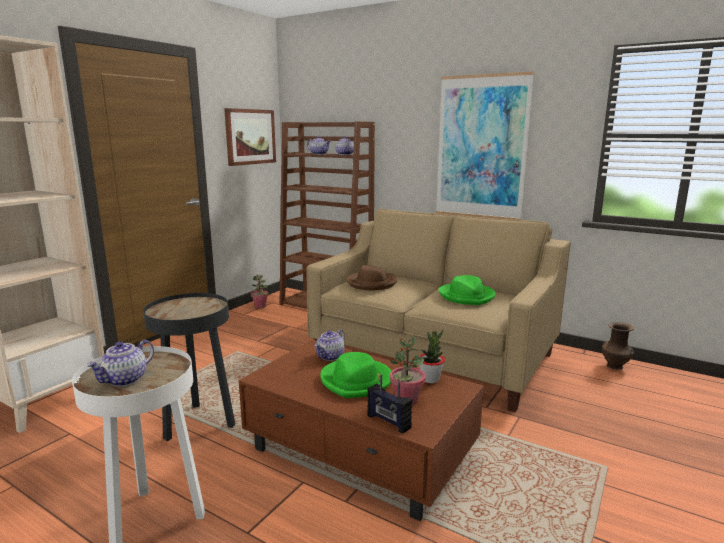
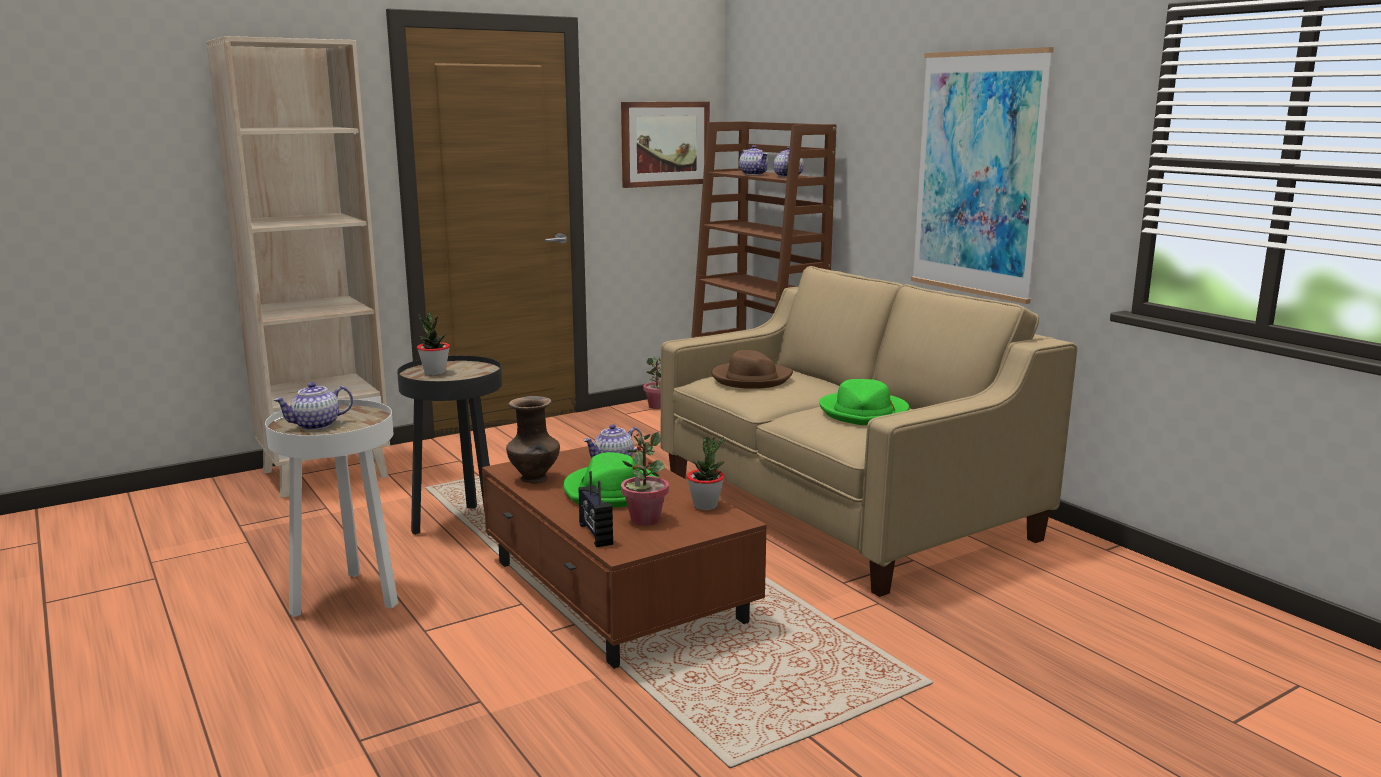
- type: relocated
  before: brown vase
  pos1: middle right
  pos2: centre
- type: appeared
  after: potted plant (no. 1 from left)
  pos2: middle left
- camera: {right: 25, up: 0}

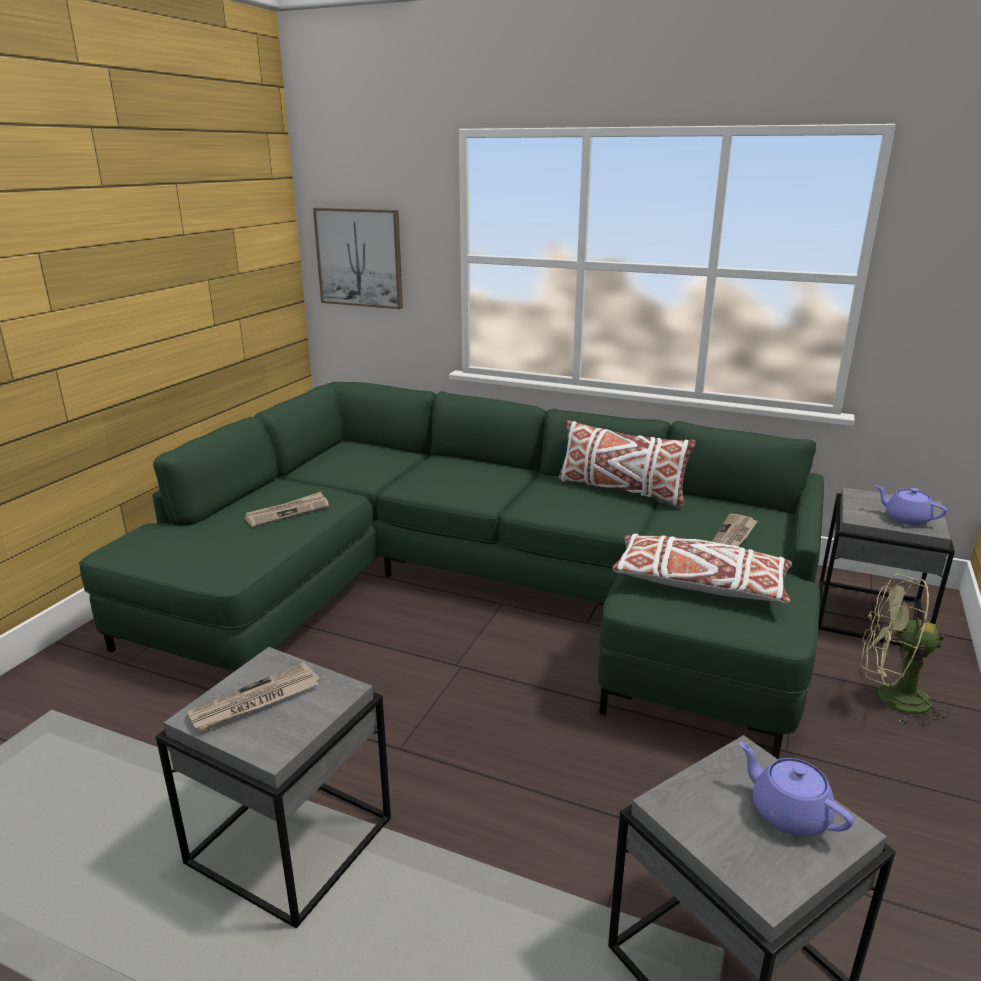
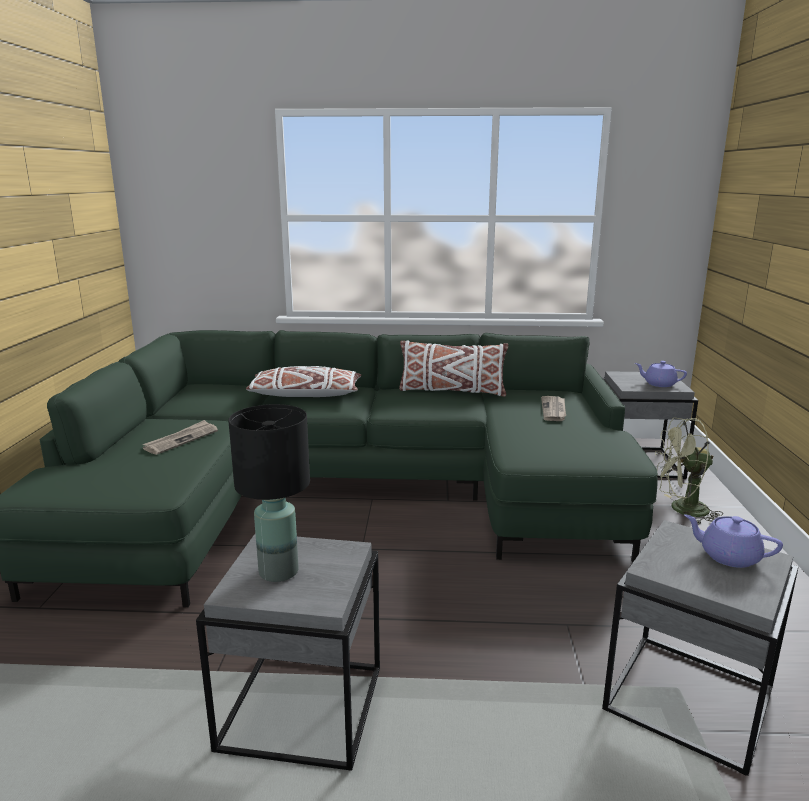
- type: missing
  before: picture
  pos1: top centre
- type: relocated
  before: white pillow (no. 2 from left in the first image)
  after: white pillow (no. 1 from left)
  pos1: middle right
  pos2: centre
- type: exchanged
  before: newspaper (no. 1 from left)
  after: black table lamp
  pos1: bottom left
  pos2: middle left
- camera: {right: -20, up: -5}

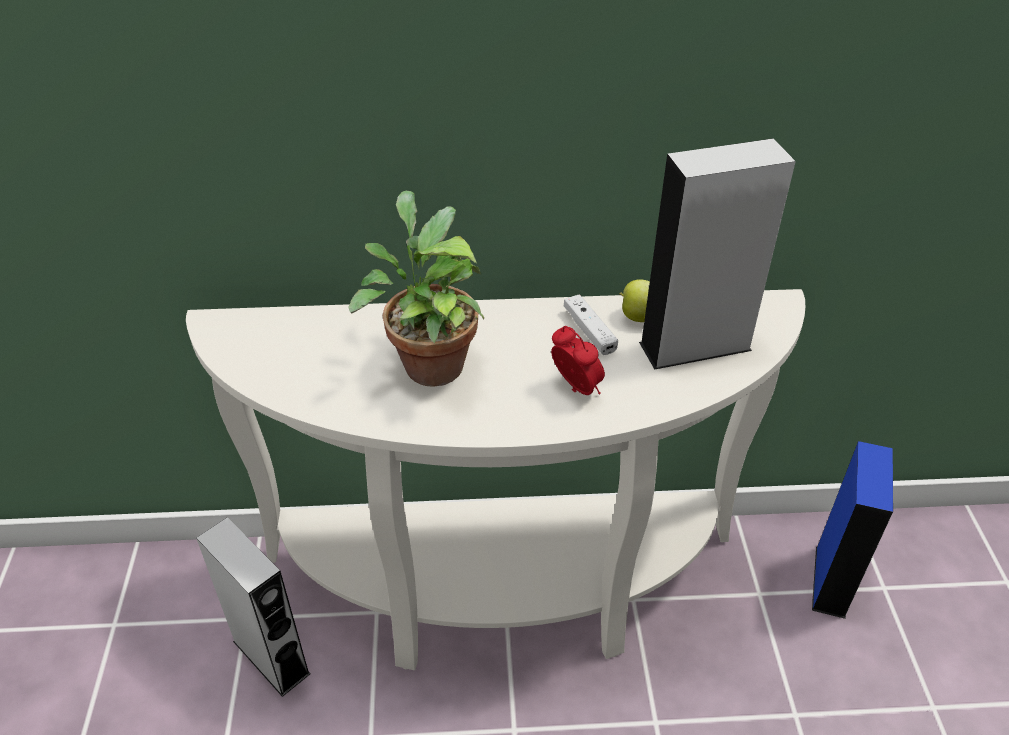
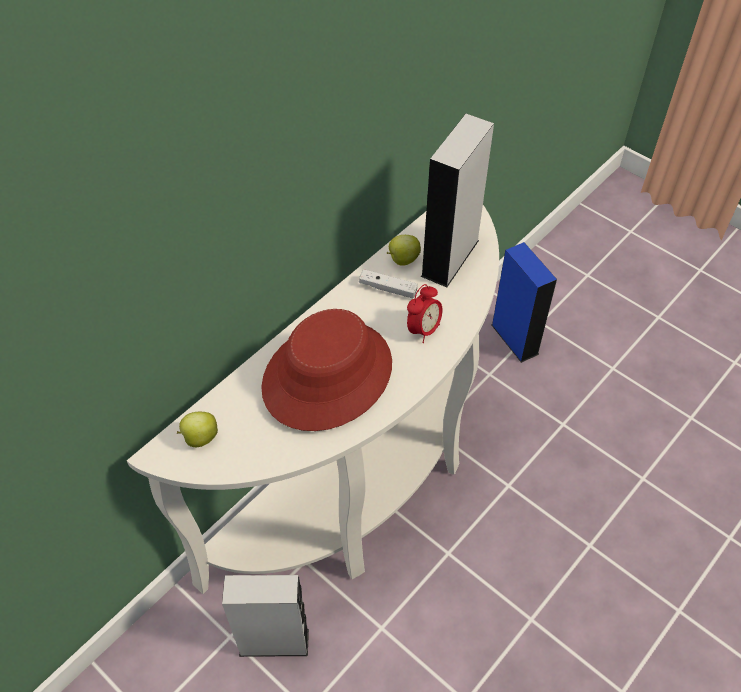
- type: exchanged
  before: potted plant
  after: red hat
  pos1: centre
  pos2: centre
- type: spun
  before: alarm clock
  pos1: centre
  pos2: centre
  turn: 120
- type: appeared
  after: apple (no. 1 from left)
  pos2: middle left
- camera: {right: -45, up: 10}

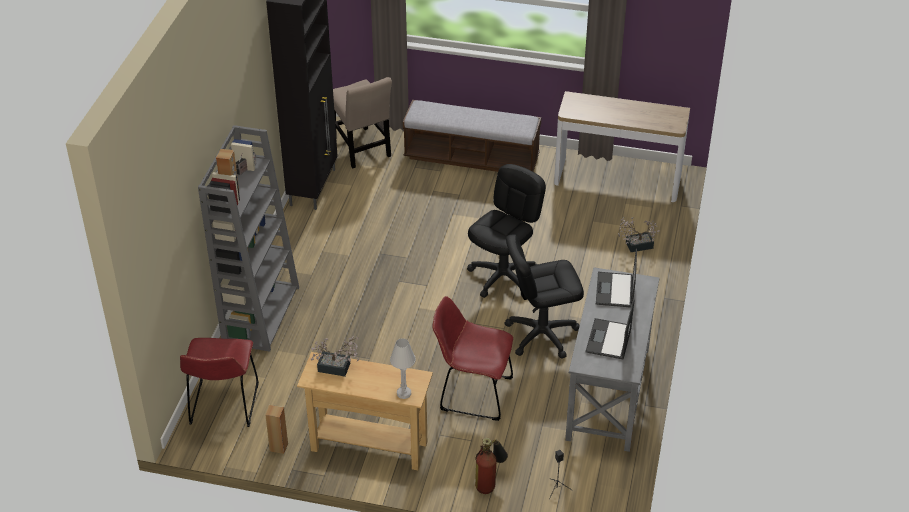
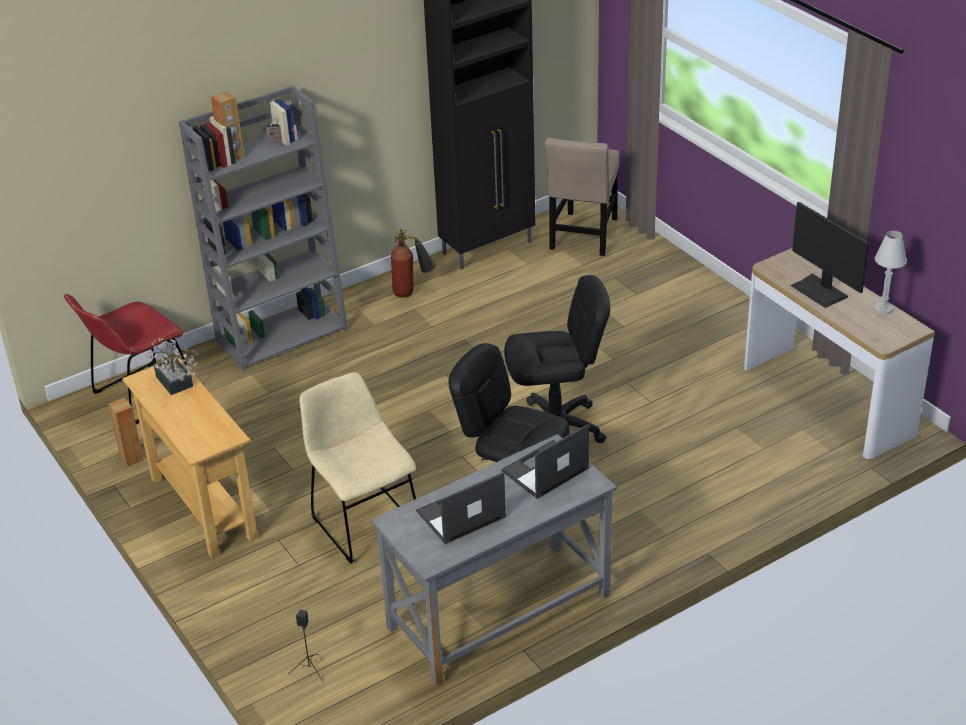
- type: missing
  before: bench
  pos1: top centre
- type: missing
  before: potted plant (no. 2 from left)
  pos1: middle right
- type: colour
  before: red chair (no. 2 from left)
  after: beige chair (no. 1 from left)
  pos1: bottom centre
  pos2: centre
- type: relocated
  before: white table lamp
  pos1: bottom centre
  pos2: middle right
- type: relocated
  before: fire extinguisher
  pos1: bottom centre
  pos2: centre
- type: appeared
  after: monitor
  pos2: middle right
- camera: {right: 45, up: -5}

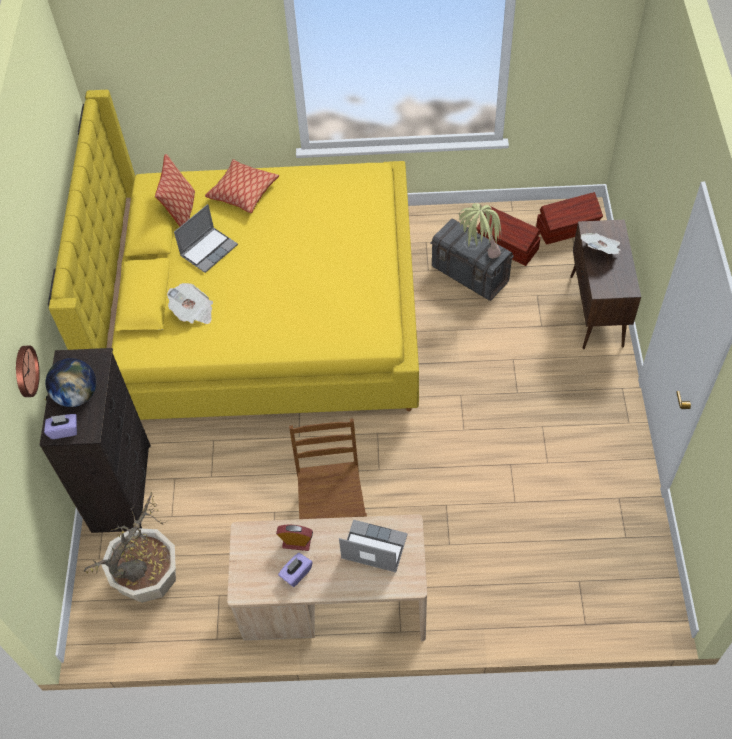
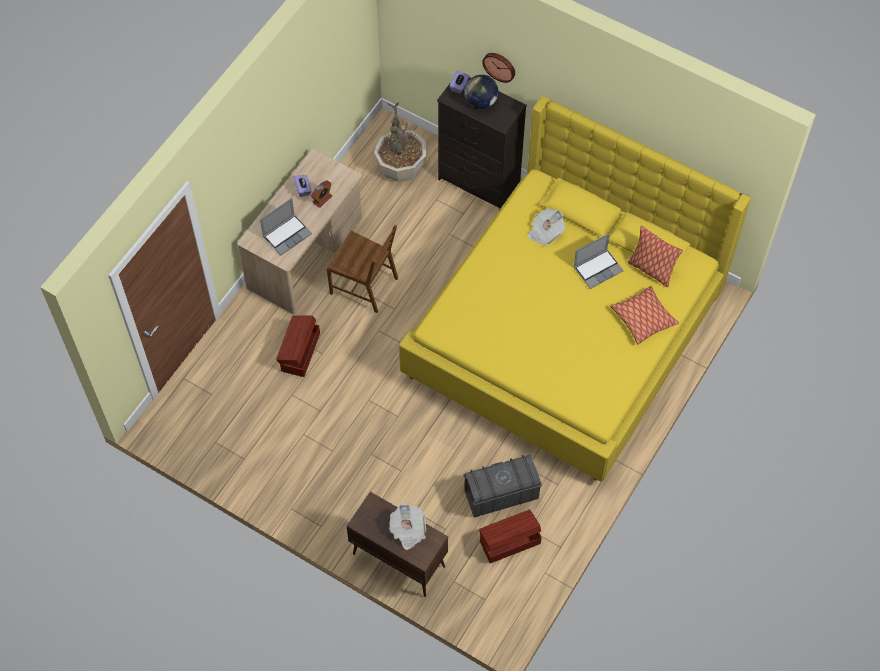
- type: relocated
  before: brown storage box (no. 2 from left in the first image)
  after: brown storage box (no. 1 from left)
  pos1: top right
  pos2: centre
- type: missing
  before: potted plant (no. 2 from left)
  pos1: top centre
- type: spun
  before: laptop (no. 1 from left in the first image)
  pos1: top left
  pos2: middle right
  turn: -105
- camera: {right: 120, up: 5}

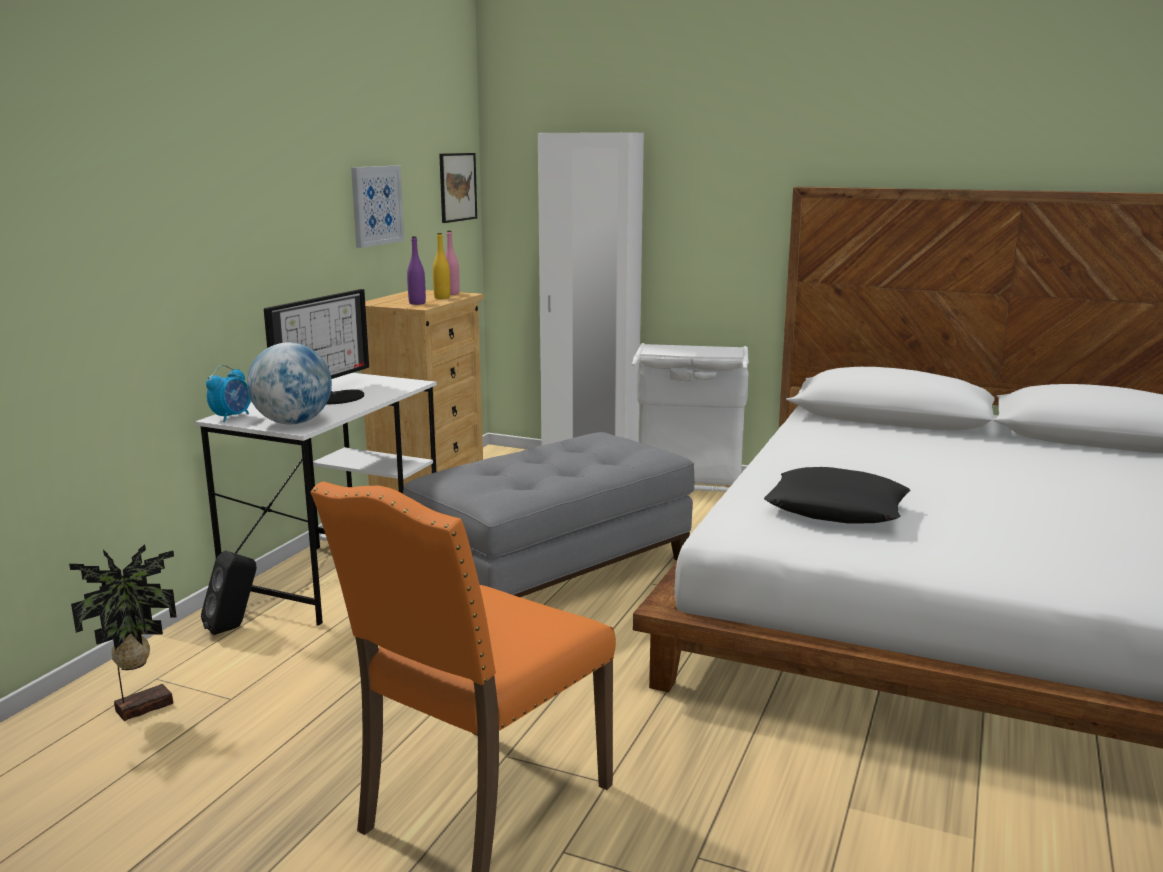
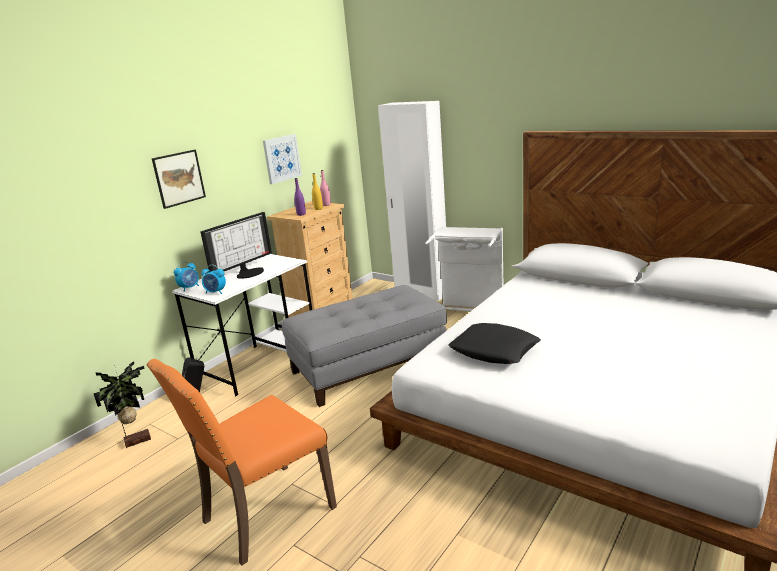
- type: relocated
  before: picture (no. 2 from left in the first image)
  after: picture (no. 1 from left)
  pos1: top centre
  pos2: top left
- type: exchanged
  before: globe
  after: alarm clock (no. 2 from left)
  pos1: middle left
  pos2: middle left
- camera: {right: 15, up: 5}

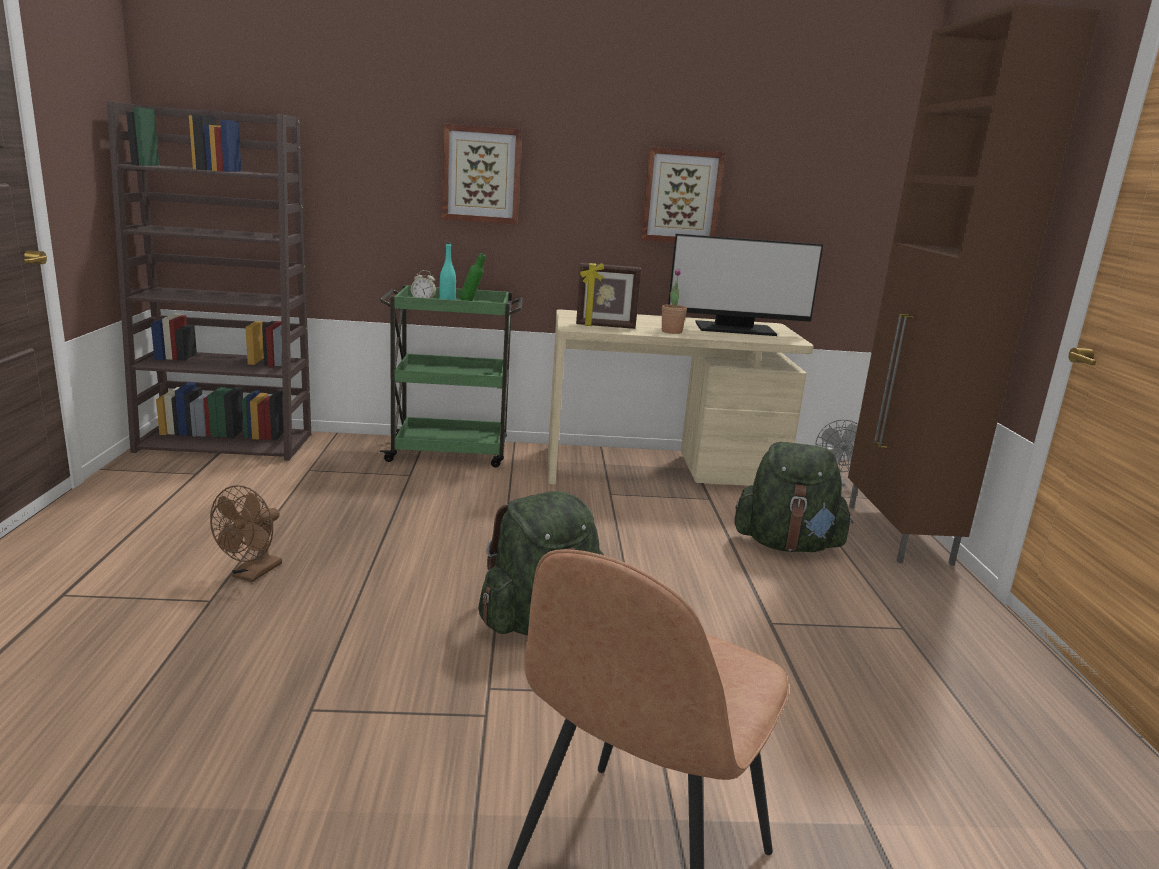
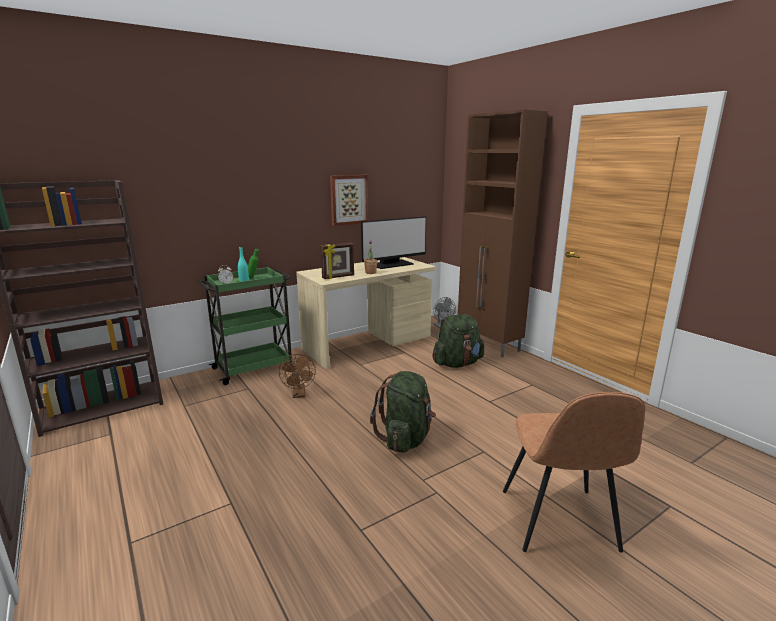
- type: missing
  before: picture (no. 1 from left)
  pos1: top centre
- type: relocated
  before: brown fan
  pos1: middle left
  pos2: centre
- camera: {right: -30, up: 0}

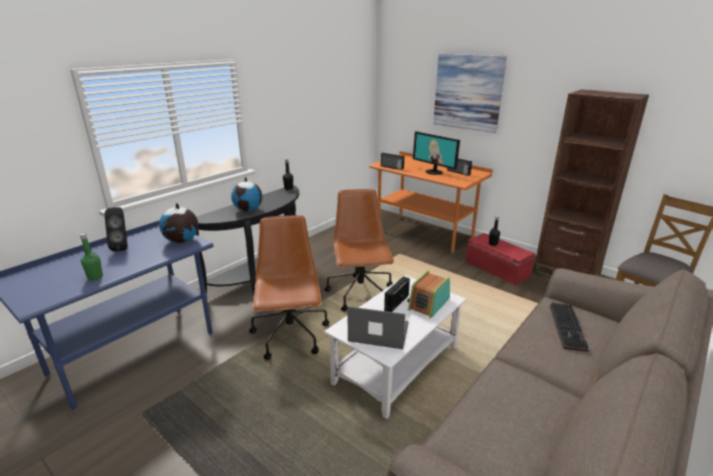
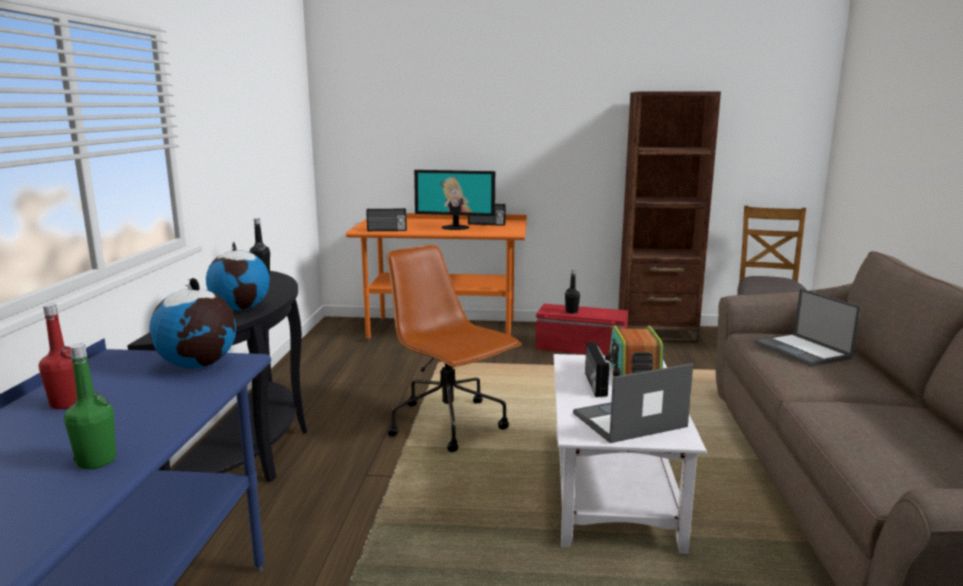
- type: missing
  before: picture
  pos1: top centre
- type: exchanged
  before: black speaker
  after: red bottle
  pos1: middle left
  pos2: middle left
- type: missing
  before: brown office chair (no. 1 from left)
  pos1: centre
- type: exchanged
  before: keyboard
  after: laptop (no. 2 from left)
  pos1: bottom right
  pos2: middle right
- camera: {right: -35, up: -10}

